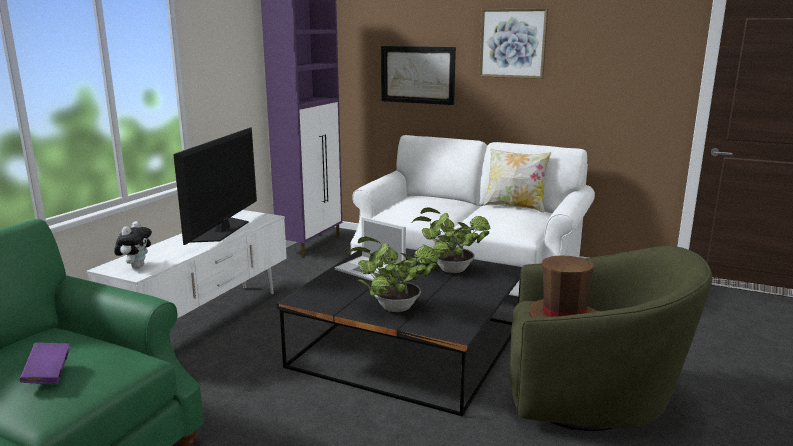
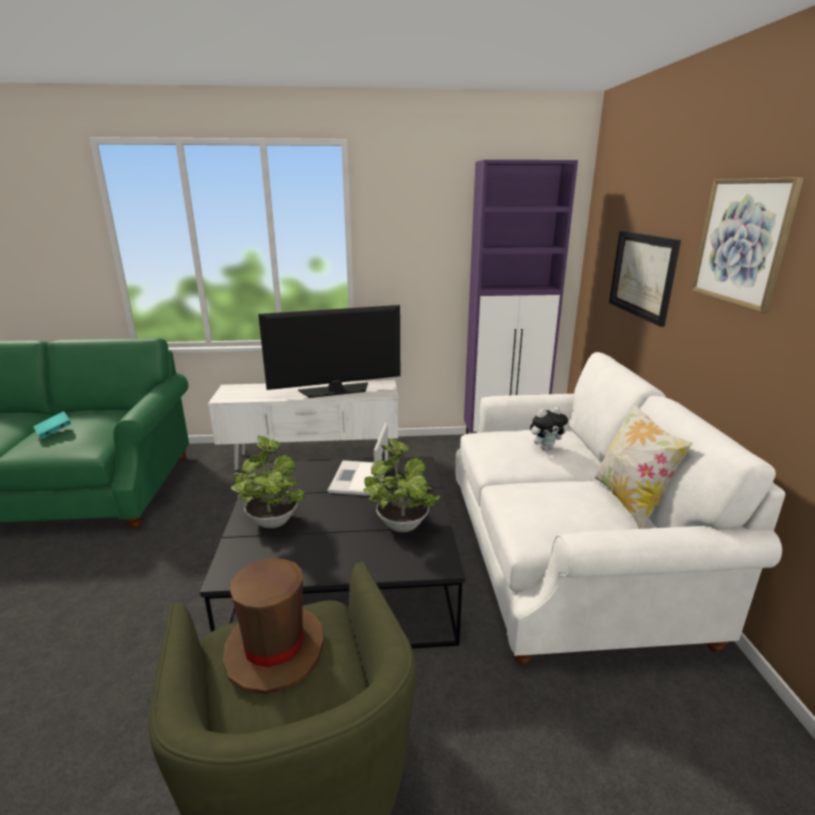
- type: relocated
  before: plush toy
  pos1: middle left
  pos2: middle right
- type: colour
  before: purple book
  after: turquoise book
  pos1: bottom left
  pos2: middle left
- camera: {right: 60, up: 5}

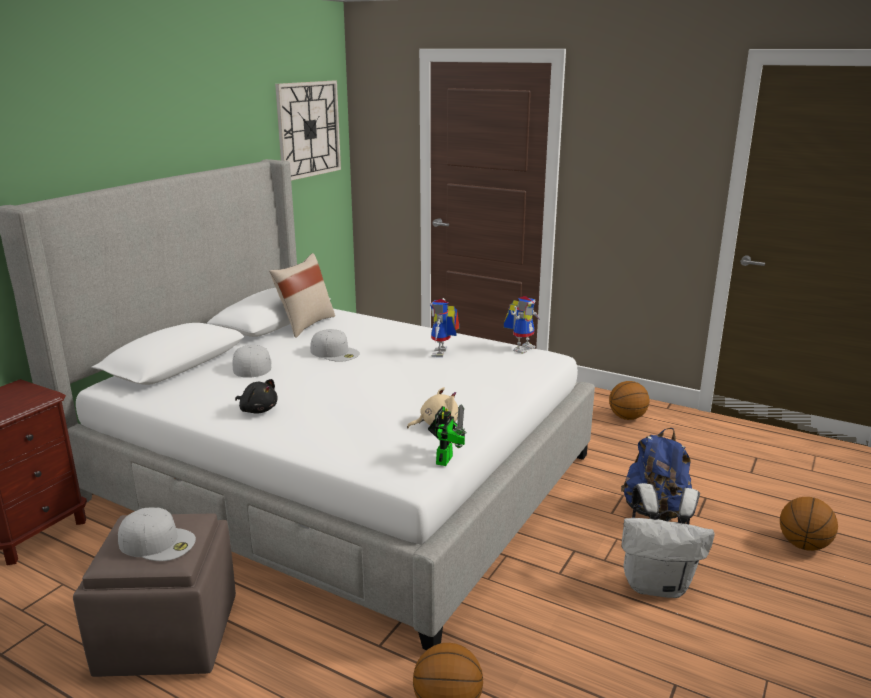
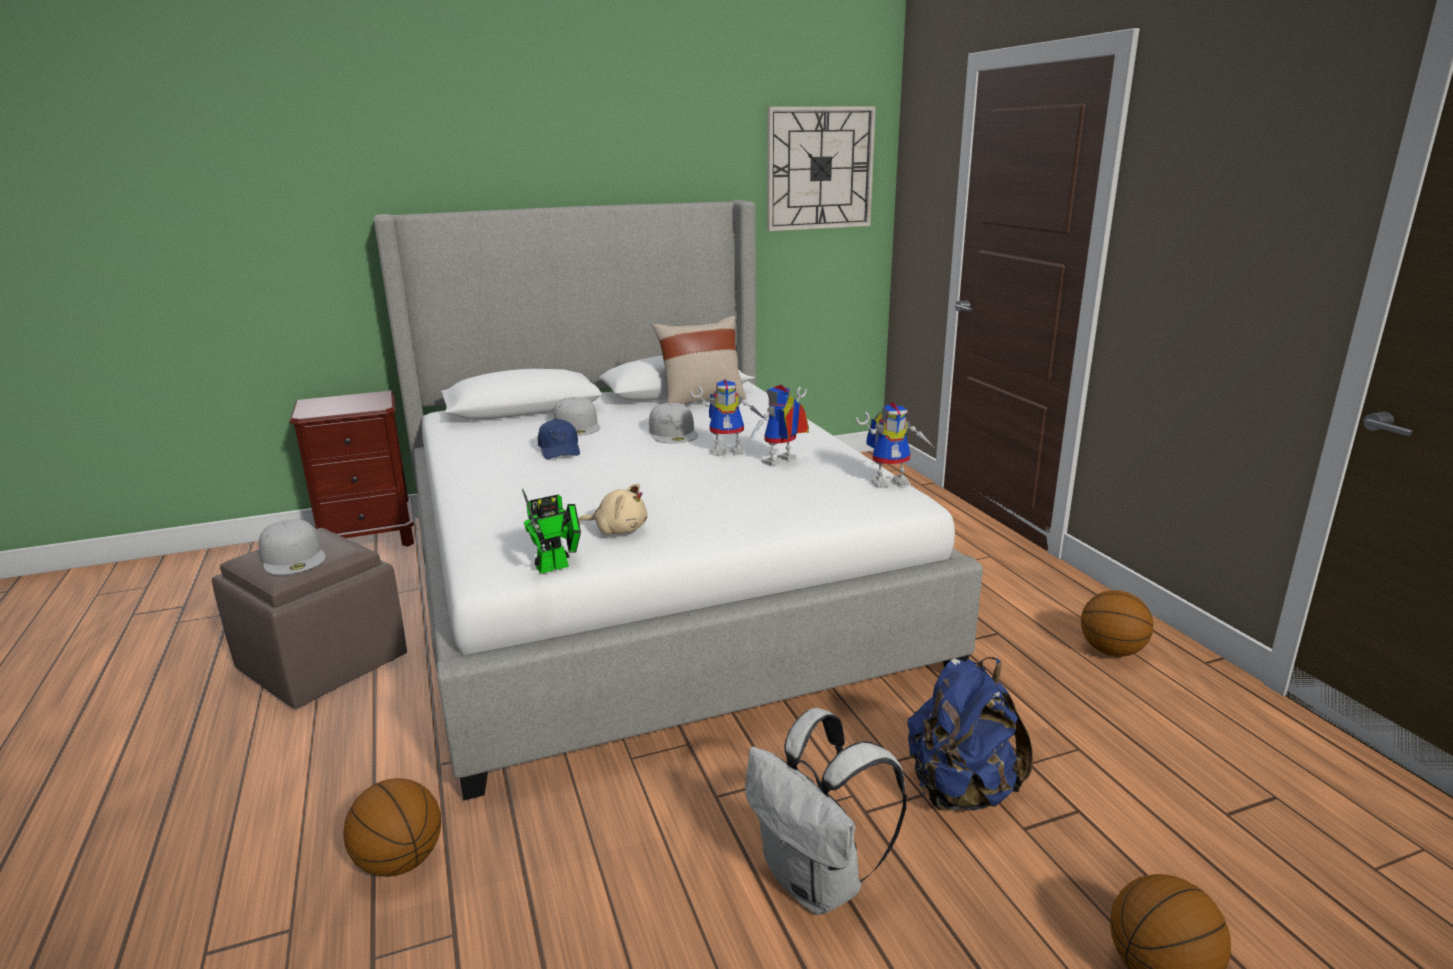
- type: spun
  before: white cap (no. 2 from left)
  pos1: middle left
  pos2: centre
  turn: 135
- type: missing
  before: black plush toy
  pos1: middle left
- type: appeared
  after: toy robot (no. 2 from left)
  pos2: centre
- type: appeared
  after: blue cap
  pos2: centre
- camera: {right: 40, up: 0}

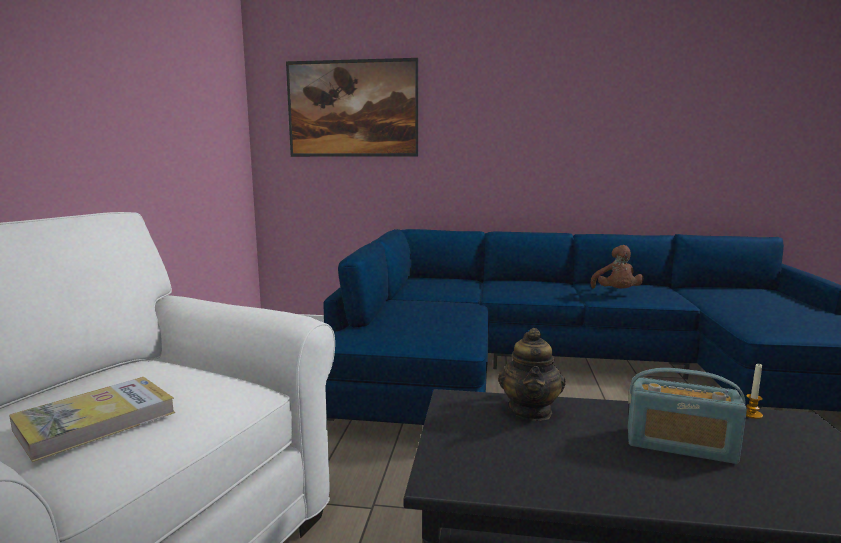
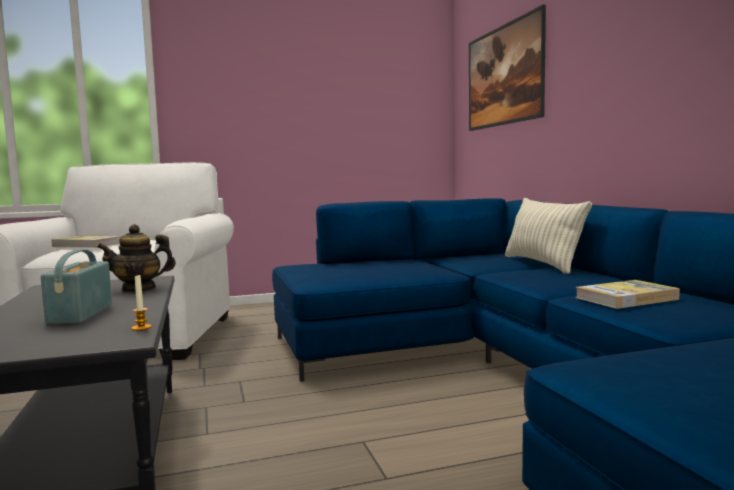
- type: exchanged
  before: brown plush toy
  after: book (no. 2 from left)
  pos1: middle right
  pos2: middle right
- type: appeared
  after: pillow
  pos2: middle right
- camera: {right: 65, up: -5}

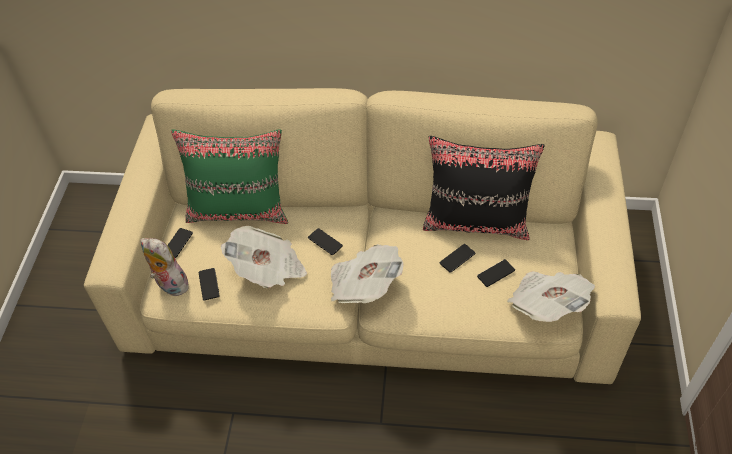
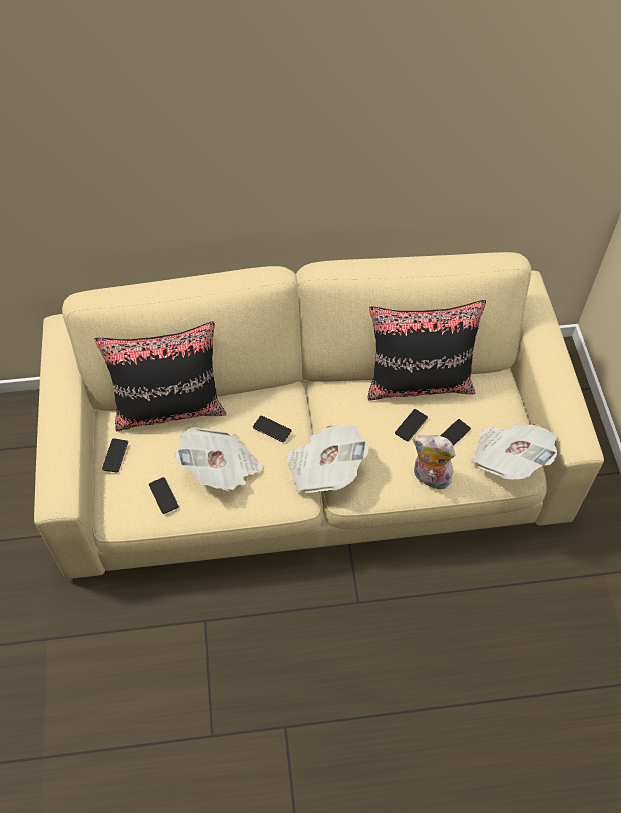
- type: colour
  before: green pillow
  after: black pillow (no. 1 from left)
  pos1: middle left
  pos2: middle left
- type: relocated
  before: plush toy
  pos1: middle left
  pos2: middle right
- camera: {right: -15, up: 5}

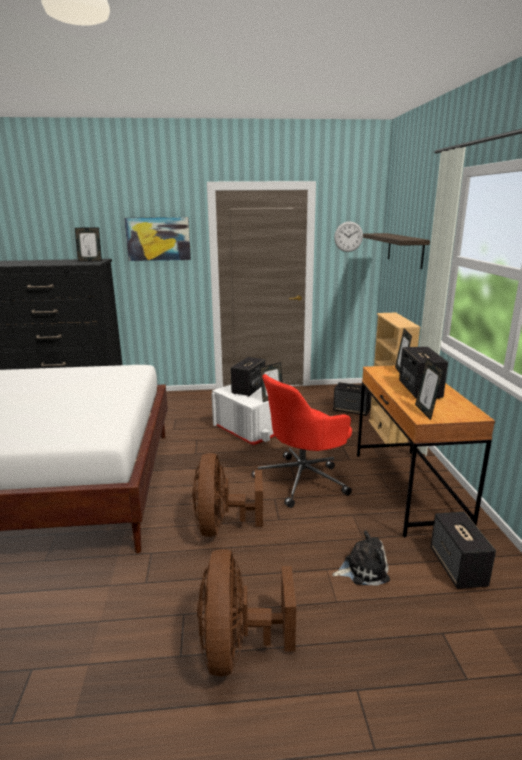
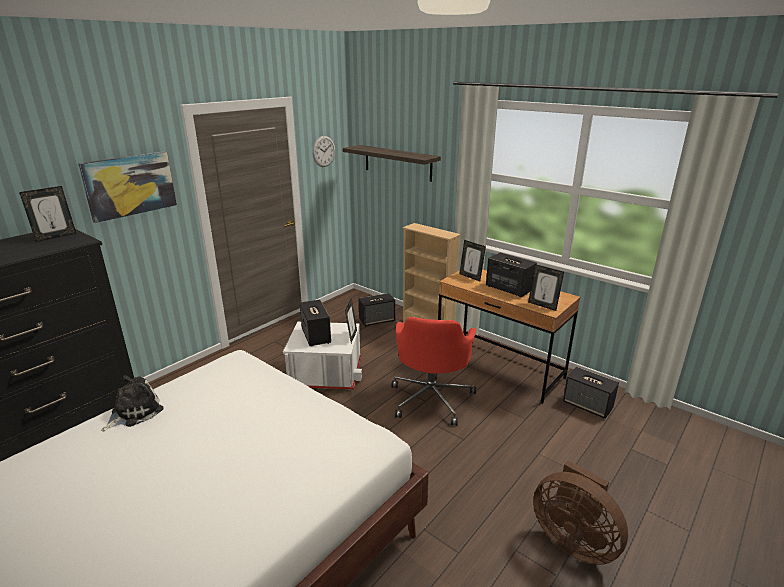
- type: missing
  before: brown fan (no. 1 from left)
  pos1: centre
- type: relocated
  before: plush toy
  pos1: bottom right
  pos2: bottom left
- camera: {right: -45, up: 5}

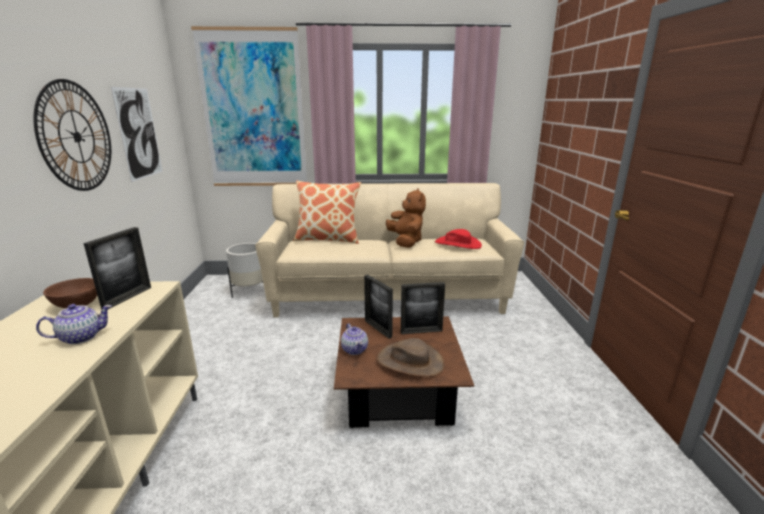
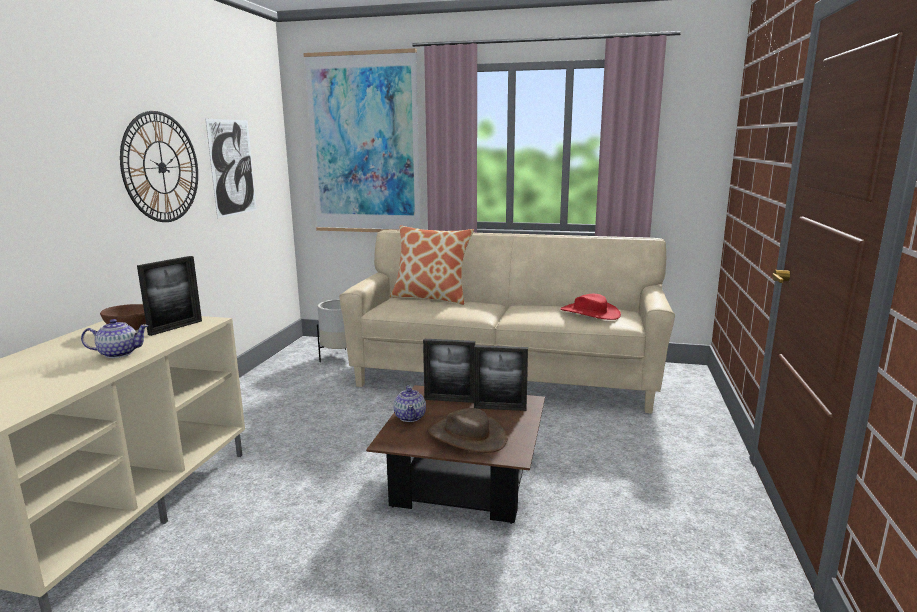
- type: missing
  before: brown plush toy
  pos1: centre
- type: spun
  before: picture frame (no. 2 from left)
  pos1: centre
  pos2: centre
  turn: -60
- camera: {right: 15, up: -5}

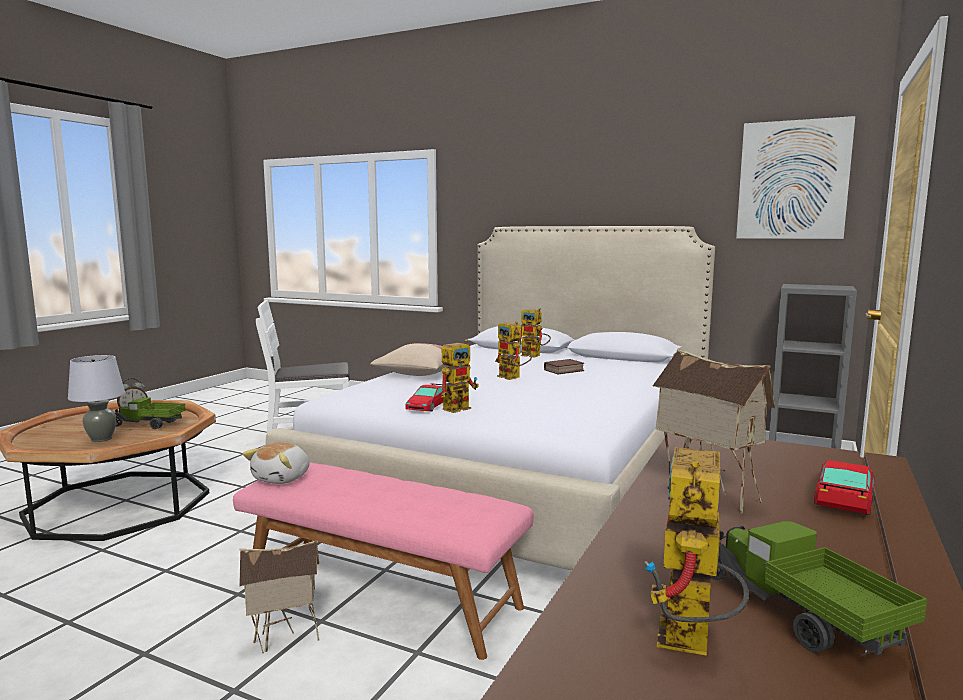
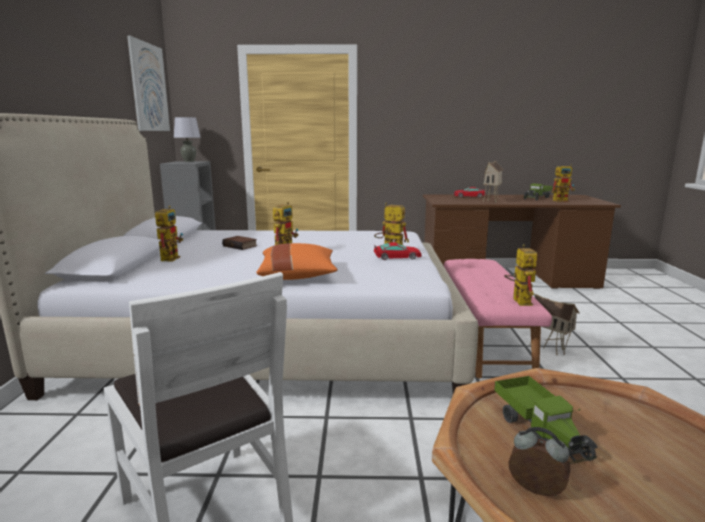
- type: colour
  before: beige pillow
  after: orange pillow
  pos1: centre
  pos2: centre
- type: relocated
  before: grey table lamp
  pos1: middle left
  pos2: top left
- type: exchanged
  before: plush toy
  after: toy robot (no. 4 from left)
  pos1: middle left
  pos2: middle right
- camera: {right: -115, up: 5}

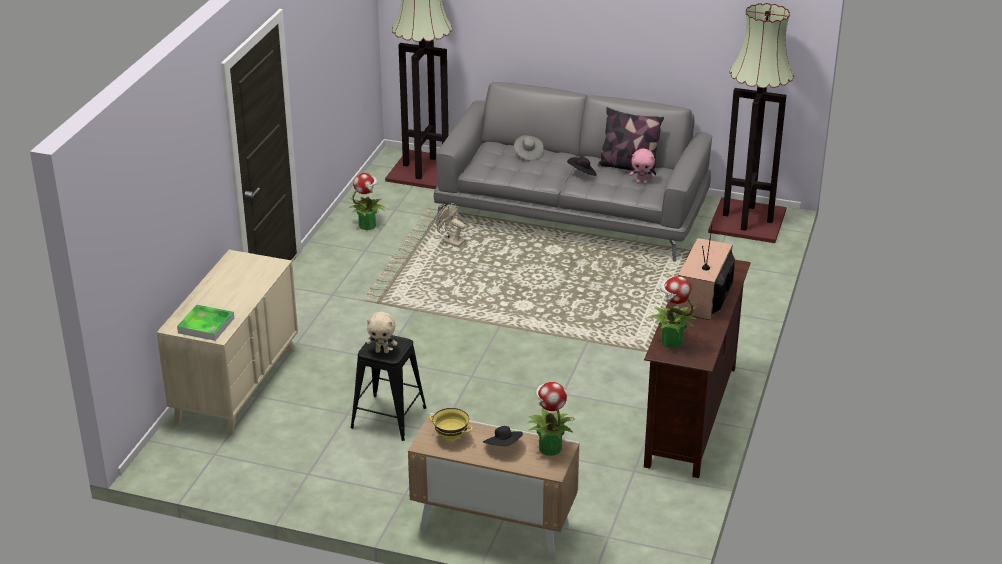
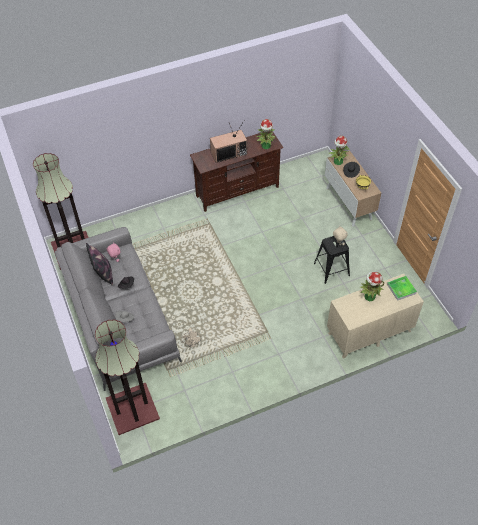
- type: relocated
  before: potted plant (no. 1 from left in the first image)
  after: potted plant (no. 3 from left)
  pos1: centre
  pos2: middle right
- camera: {right: -130, up: 20}

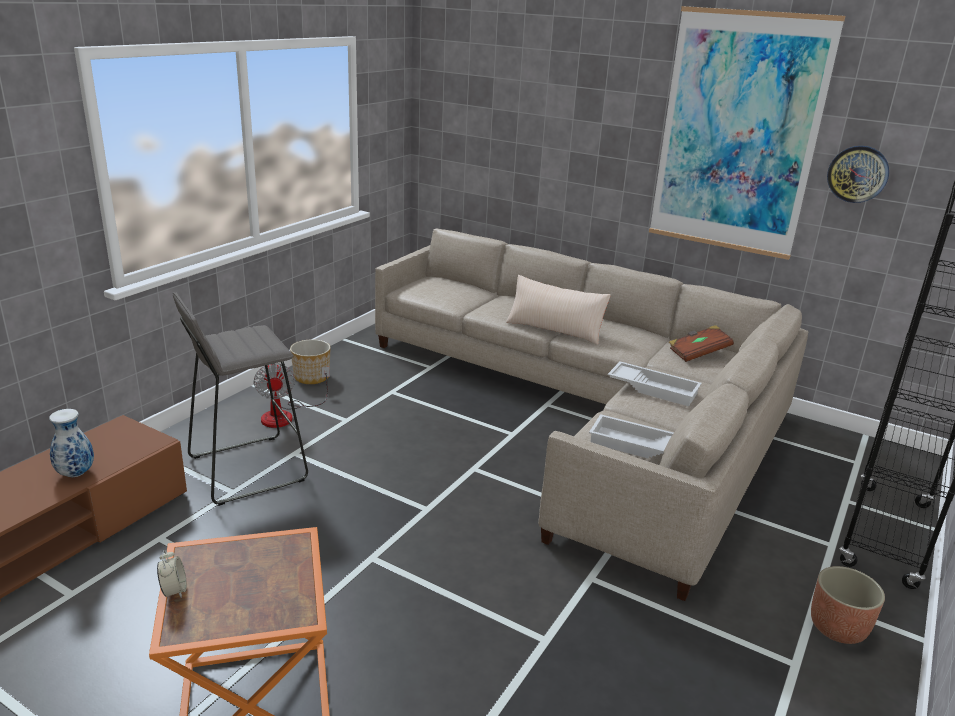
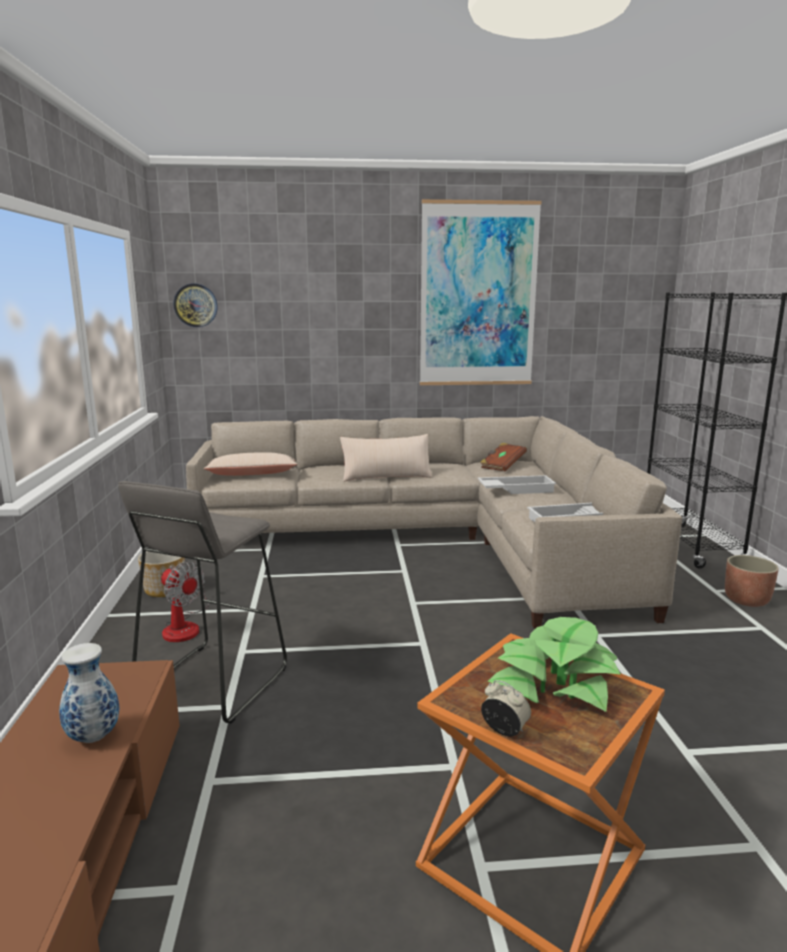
- type: relocated
  before: wall clock
  pos1: top right
  pos2: top left
- type: appeared
  after: beige pillow (no. 1 from left)
  pos2: middle left
- type: appeared
  after: potted plant
  pos2: bottom right
- camera: {right: -35, up: -10}

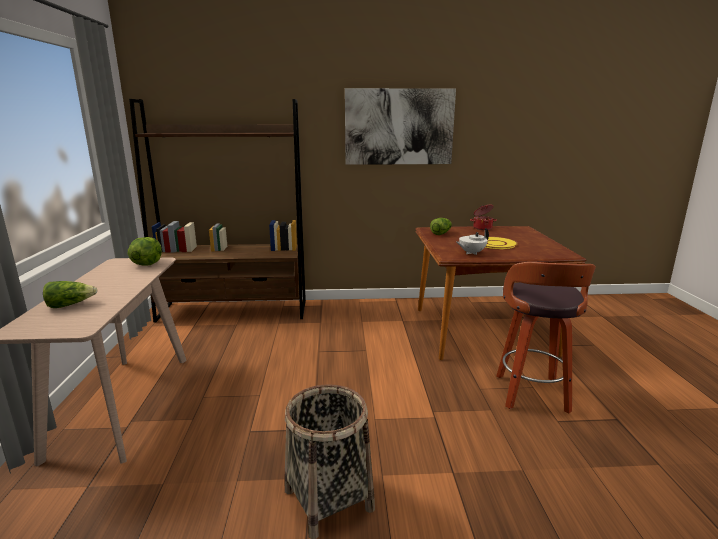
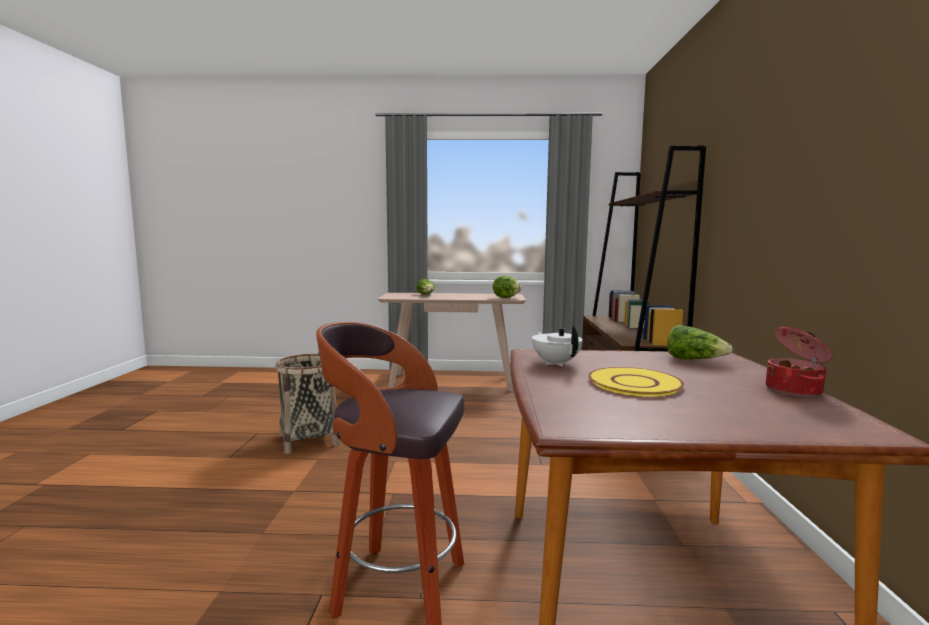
- type: missing
  before: picture
  pos1: top centre
- camera: {right: 95, up: -10}

